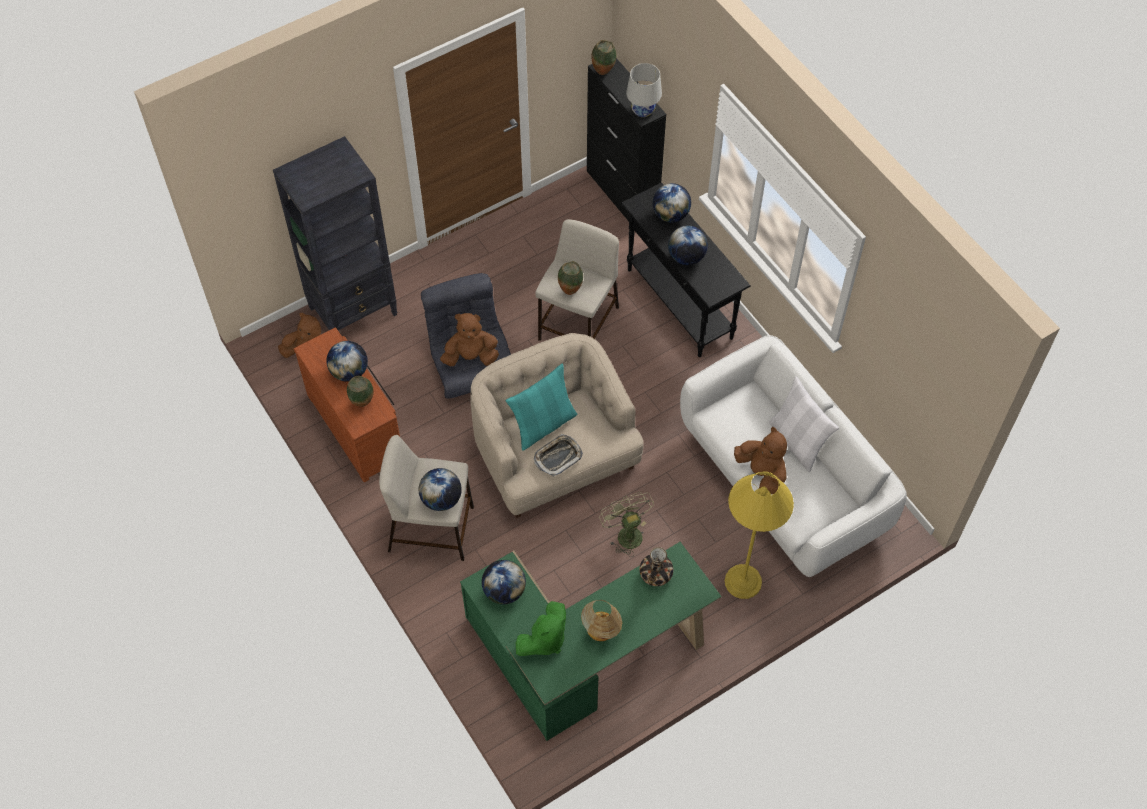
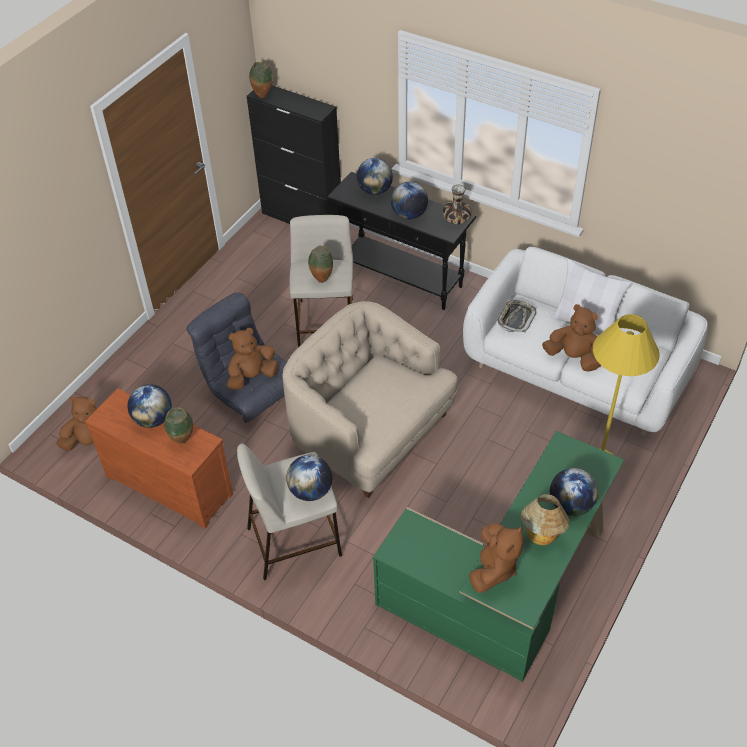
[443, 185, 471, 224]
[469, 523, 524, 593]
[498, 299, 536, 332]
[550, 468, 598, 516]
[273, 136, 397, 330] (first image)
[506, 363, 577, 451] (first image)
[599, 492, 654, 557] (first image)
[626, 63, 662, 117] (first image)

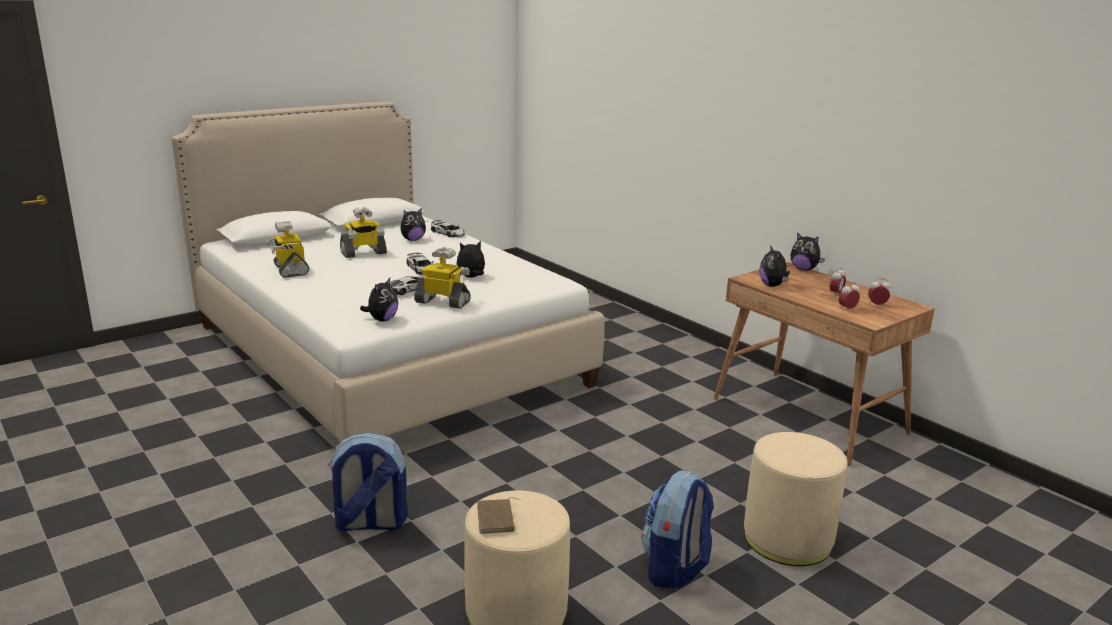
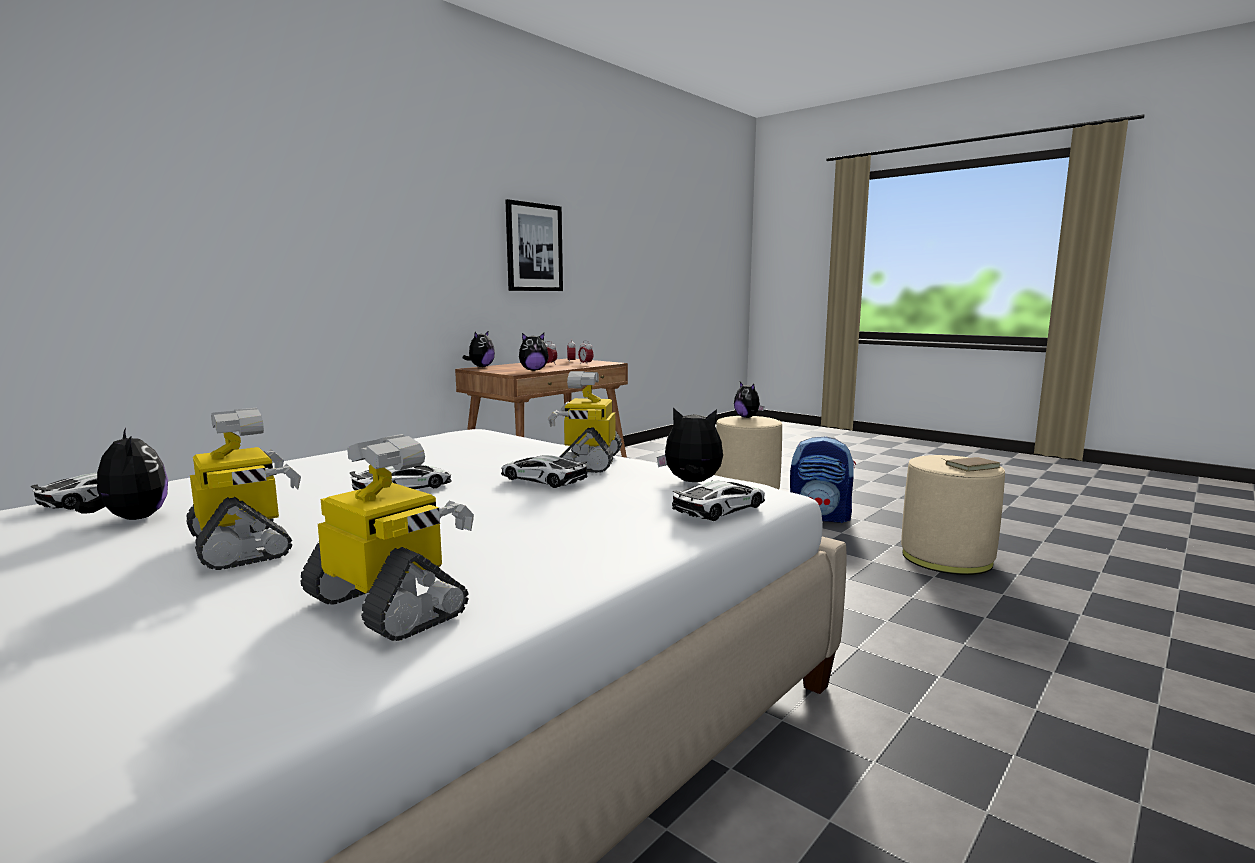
[300, 434, 474, 641]
[505, 199, 563, 291]
[672, 480, 765, 521]
[734, 382, 764, 418]
[328, 433, 408, 531] (first image)

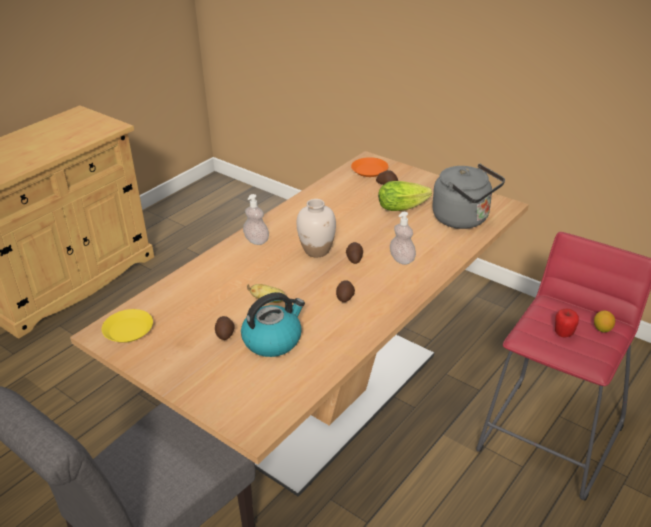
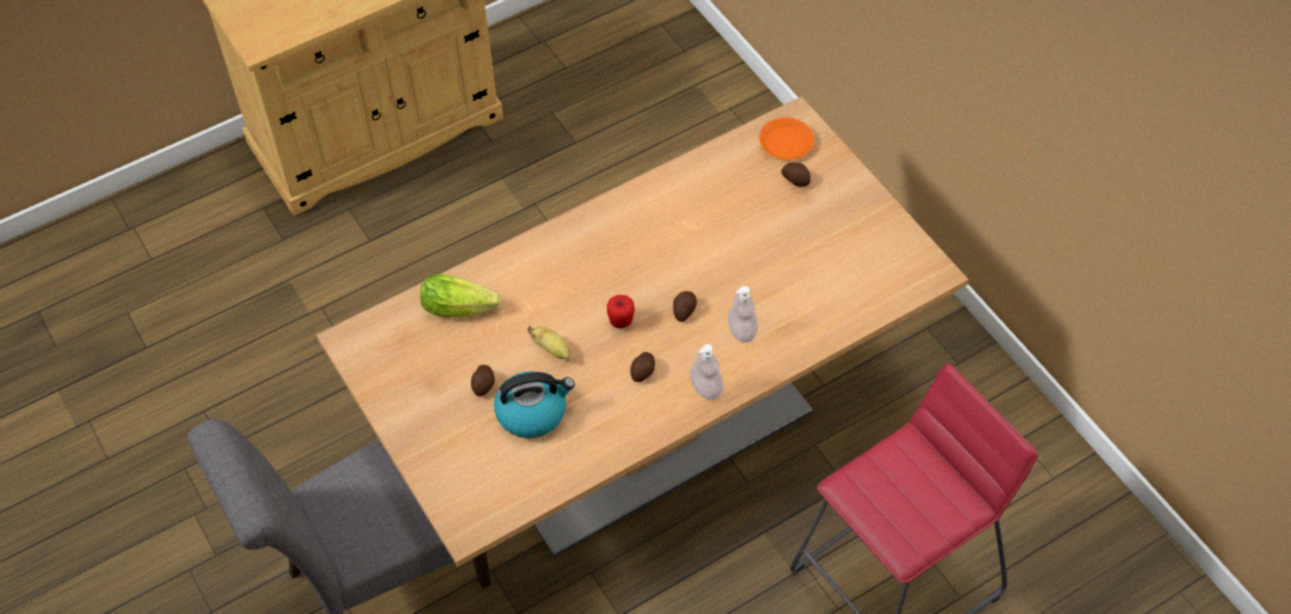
[420, 274, 500, 318]
[607, 295, 635, 328]
[690, 344, 723, 400]
[102, 309, 153, 343] (first image)
[297, 199, 336, 257] (first image)
[432, 164, 505, 229] (first image)
[594, 310, 615, 332] (first image)

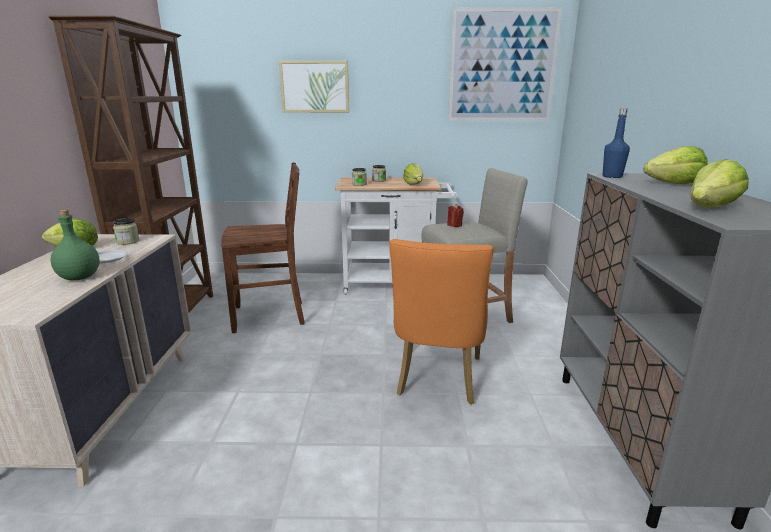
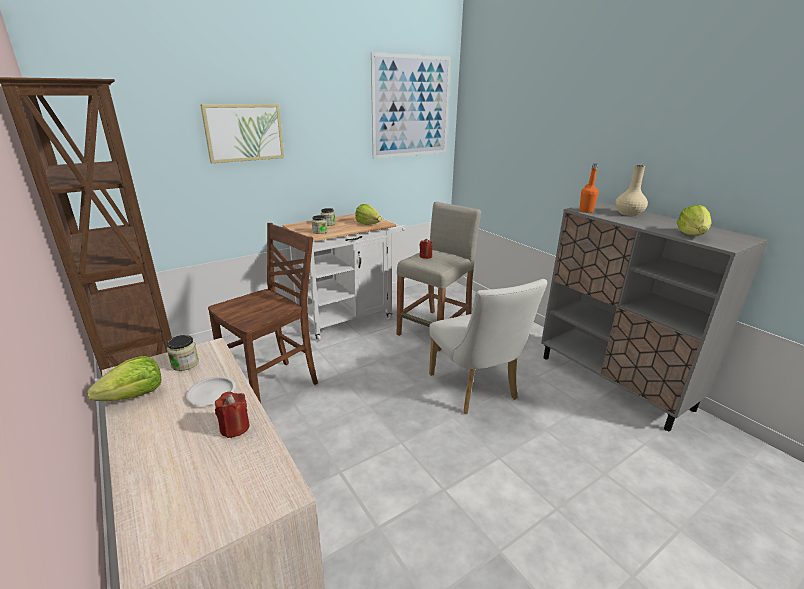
[215, 392, 250, 438]
[429, 279, 547, 414]
[579, 163, 599, 213]
[615, 165, 648, 216]

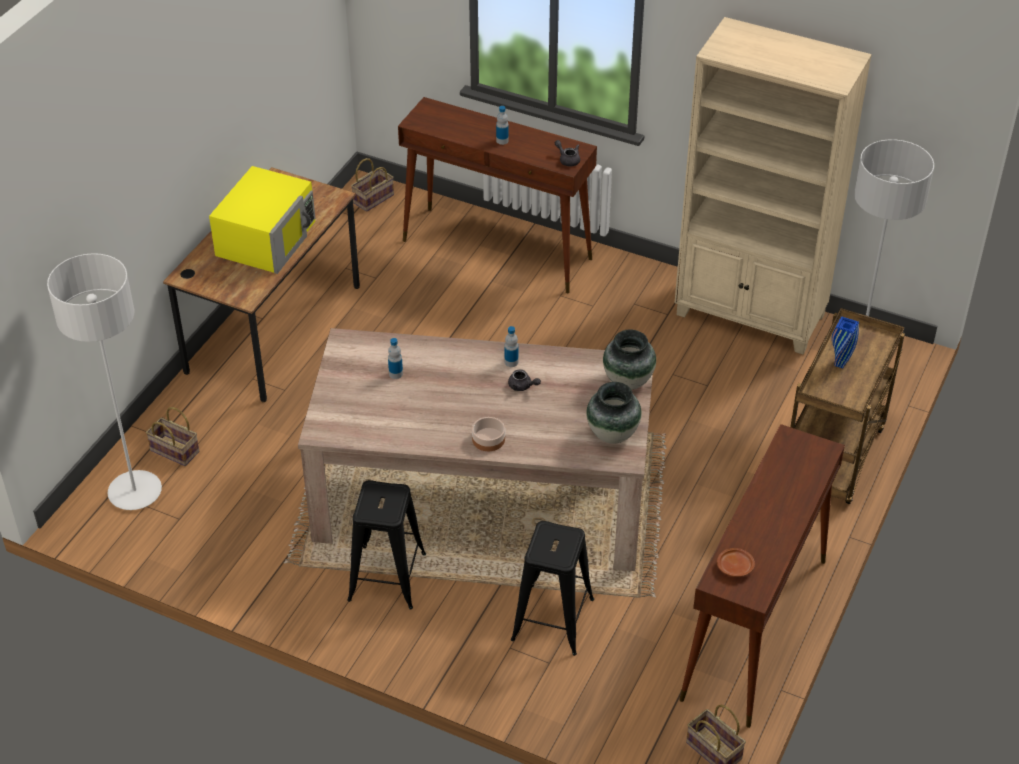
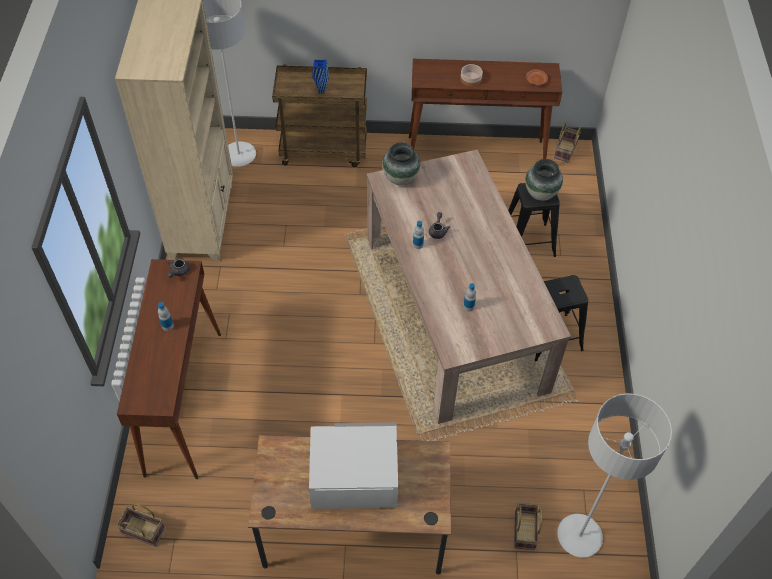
[309, 423, 398, 509]
[460, 64, 483, 87]
[525, 159, 563, 201]

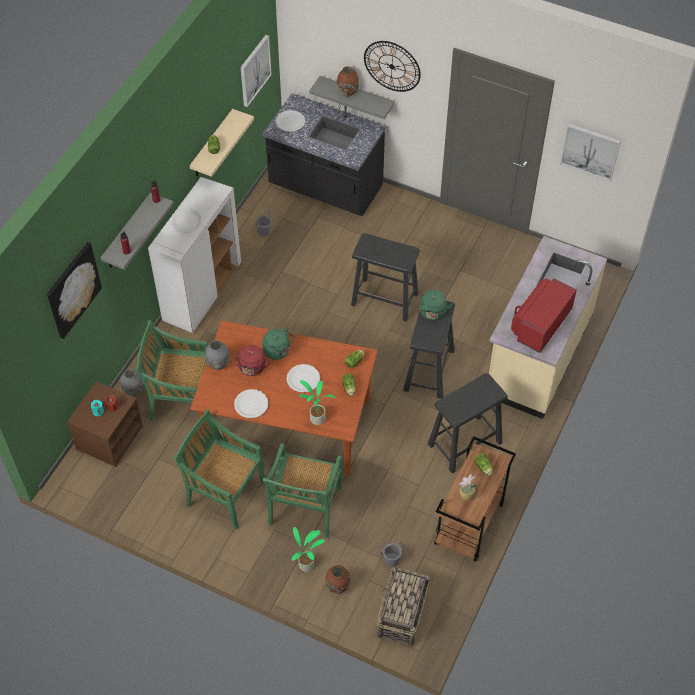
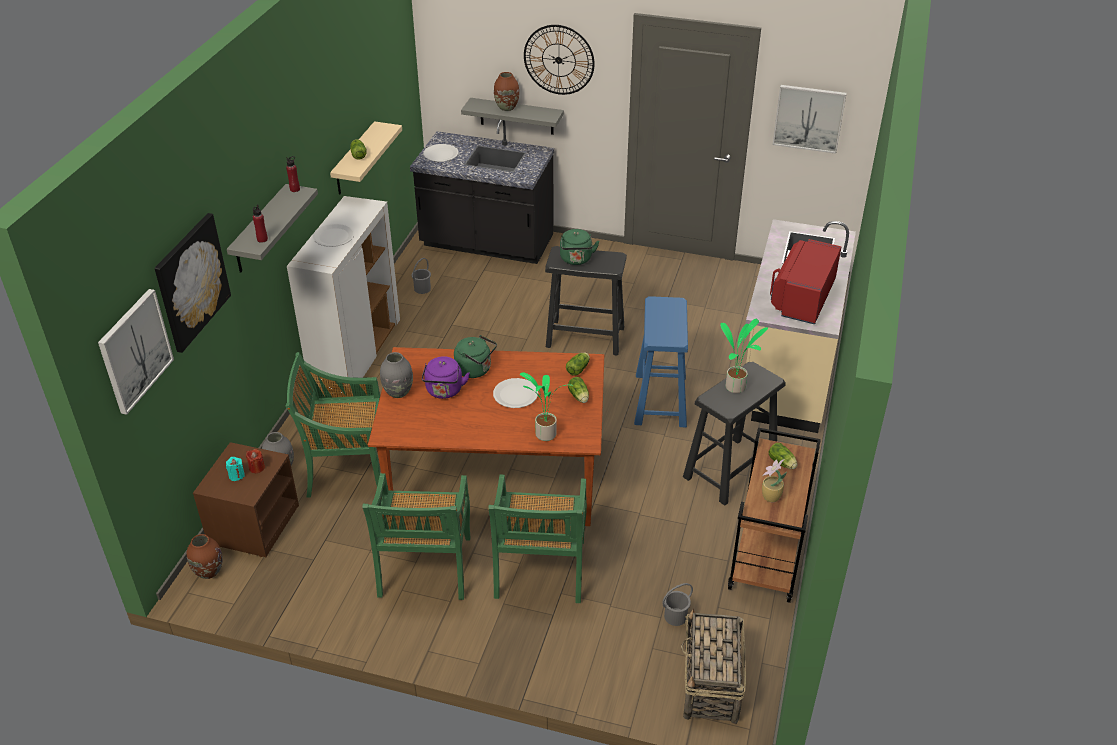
[98, 289, 174, 415]
[187, 534, 223, 579]
[362, 473, 471, 600]
[422, 356, 470, 399]
[560, 229, 600, 265]
[634, 296, 688, 427]
[720, 319, 768, 393]
[234, 389, 268, 418] (first image)

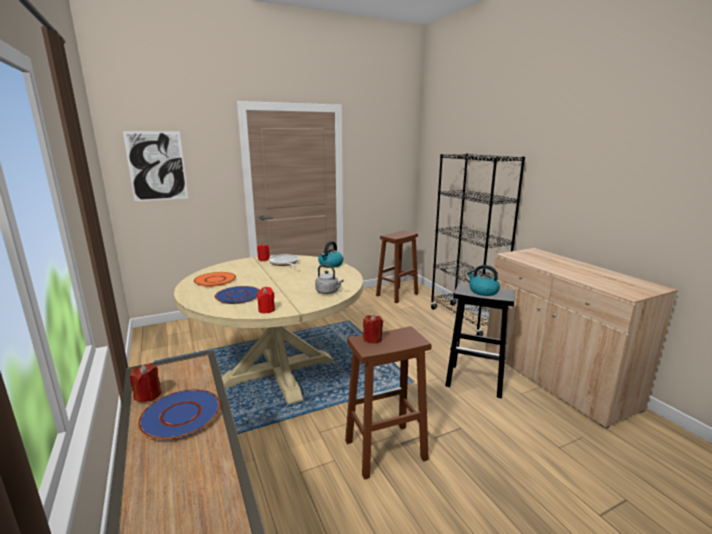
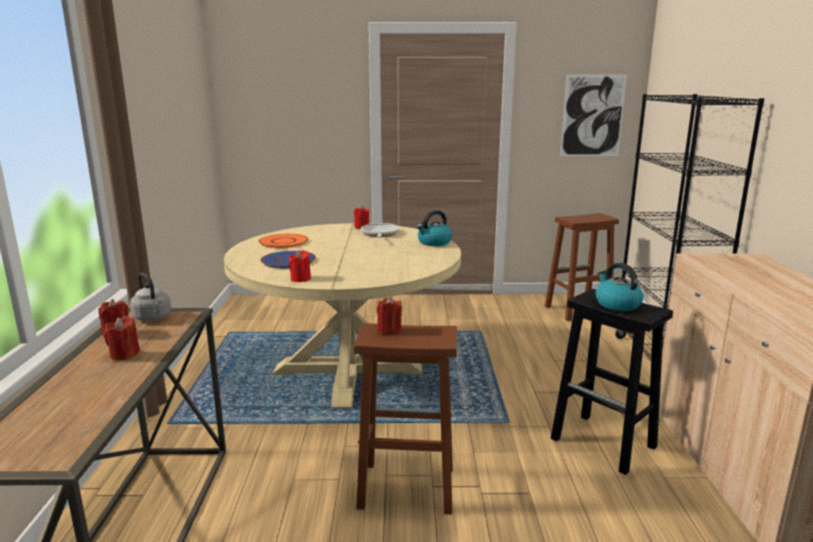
[104, 316, 140, 360]
[130, 273, 171, 321]
[560, 74, 627, 156]

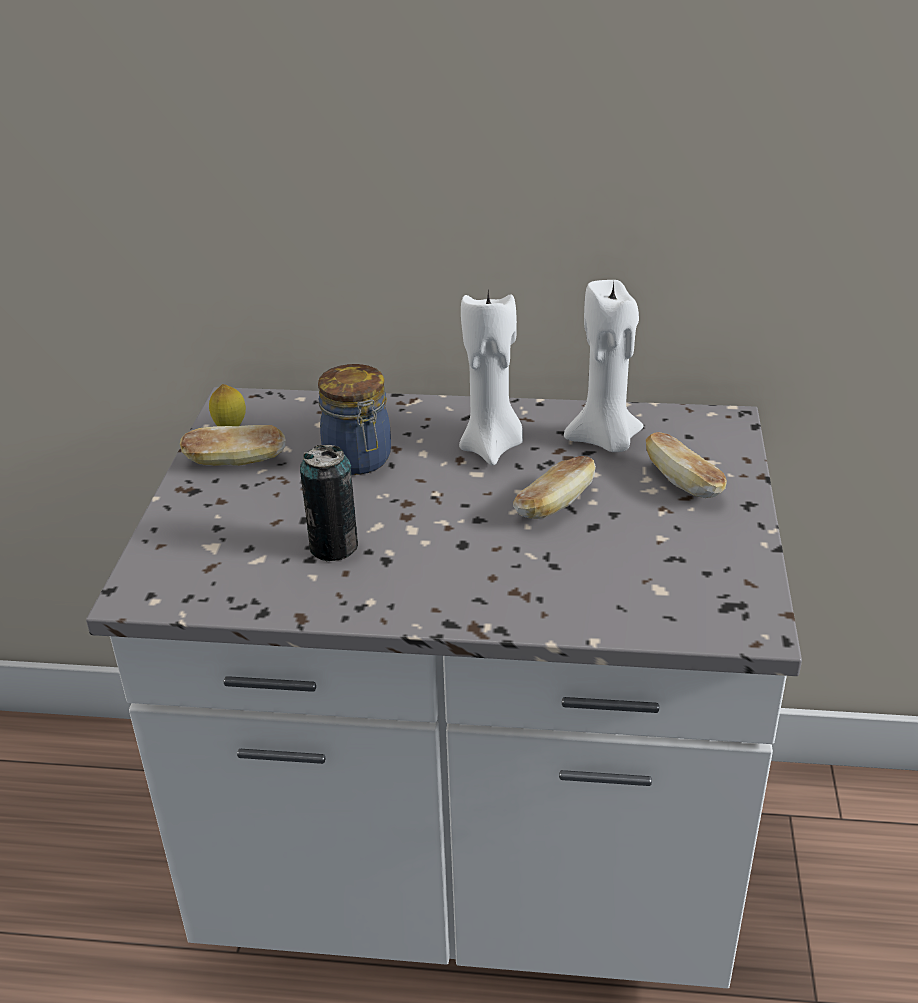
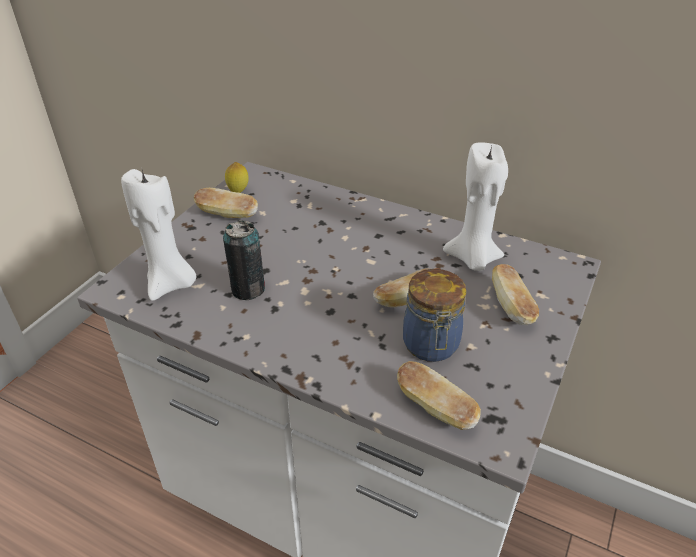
[121, 169, 196, 301]
[397, 361, 481, 430]
[403, 269, 466, 362]

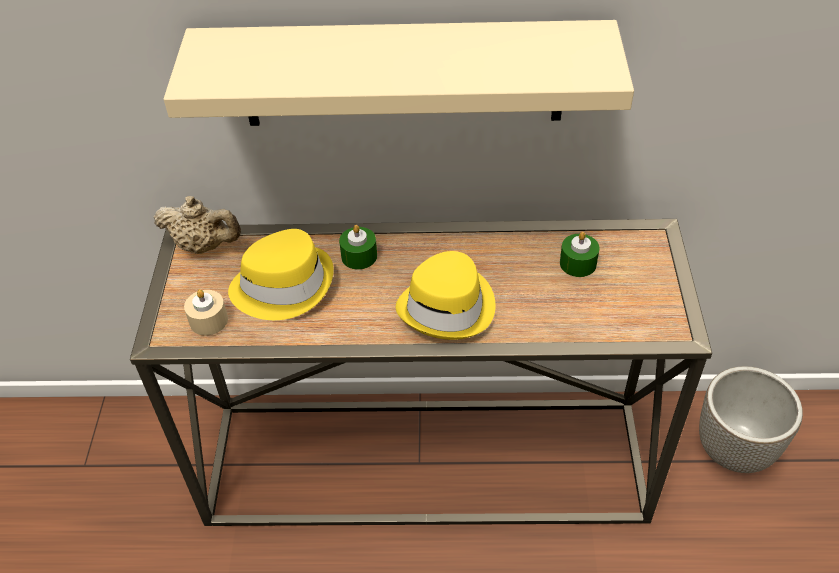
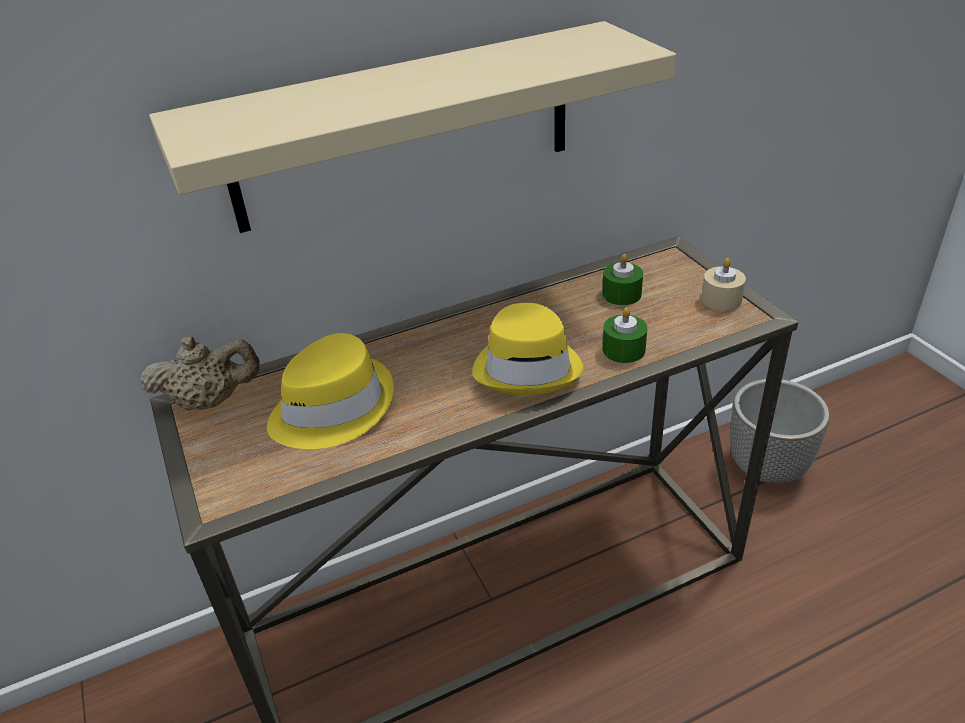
[603, 307, 647, 363]
[701, 258, 746, 311]

